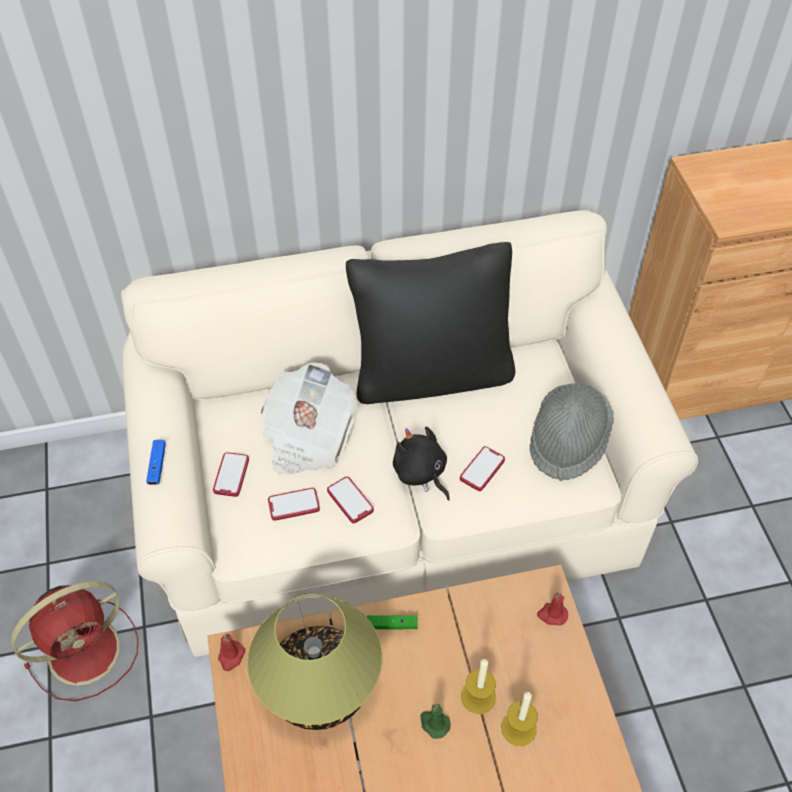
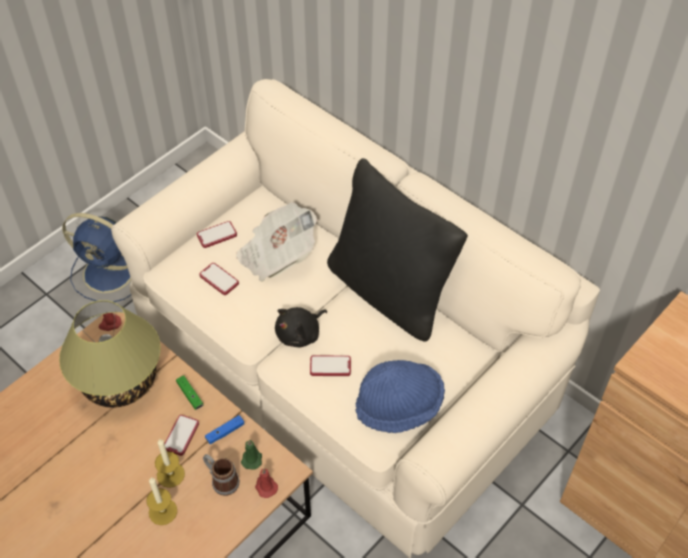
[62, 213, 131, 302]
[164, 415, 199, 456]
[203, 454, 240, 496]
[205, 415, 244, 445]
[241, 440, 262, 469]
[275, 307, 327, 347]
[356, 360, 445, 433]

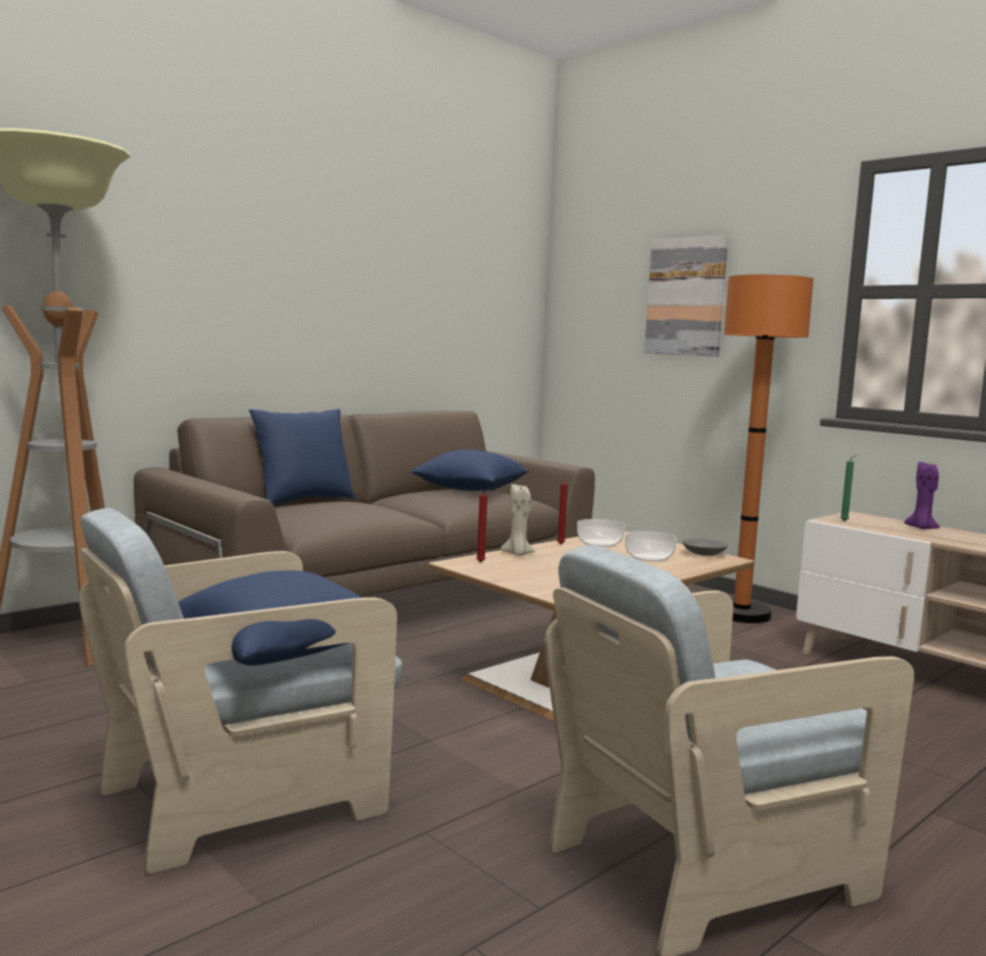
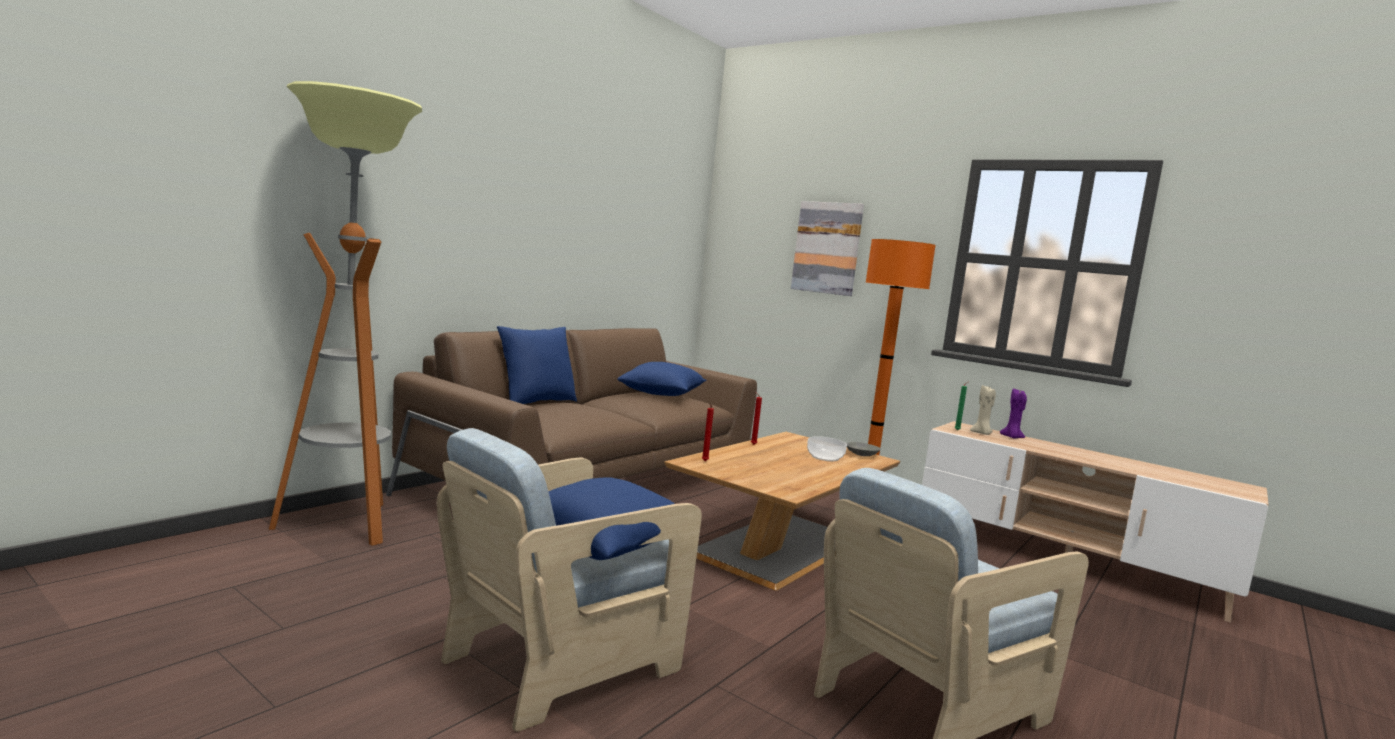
[970, 385, 996, 435]
[577, 519, 625, 547] (first image)

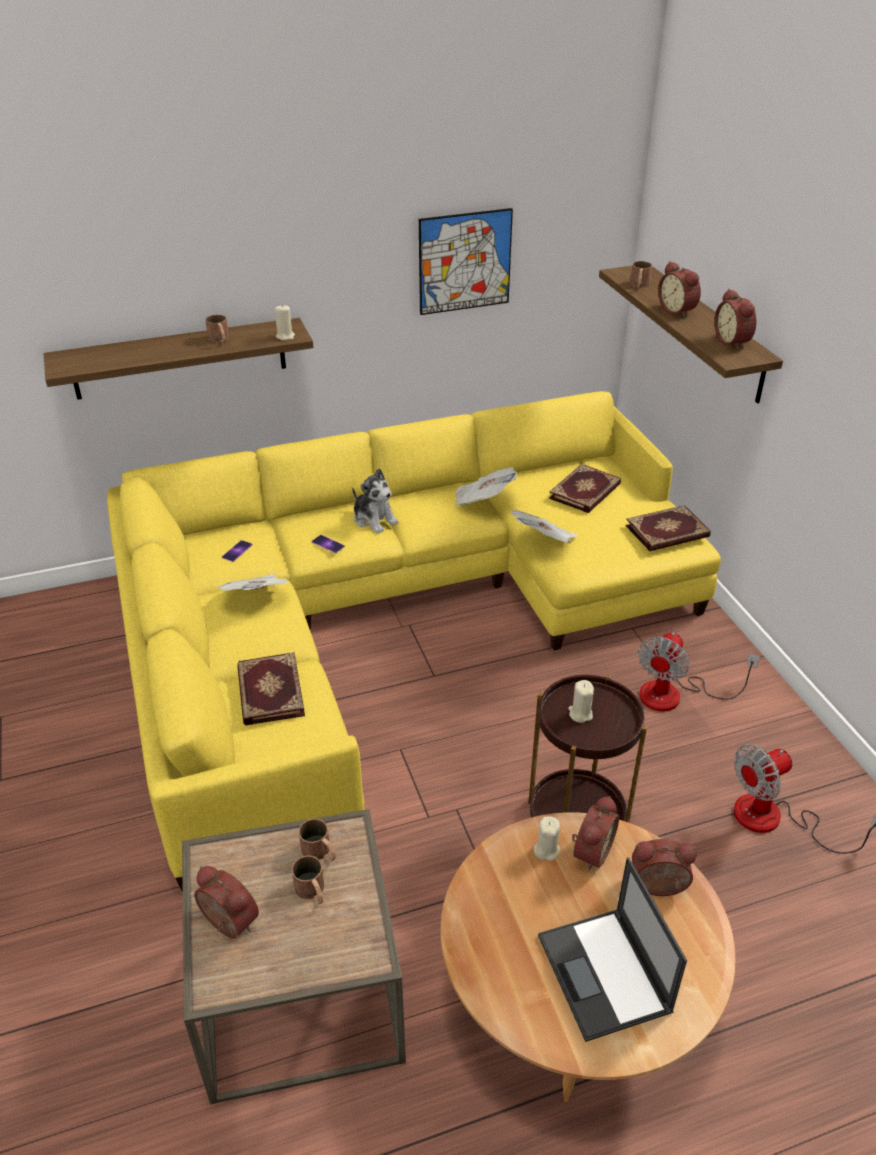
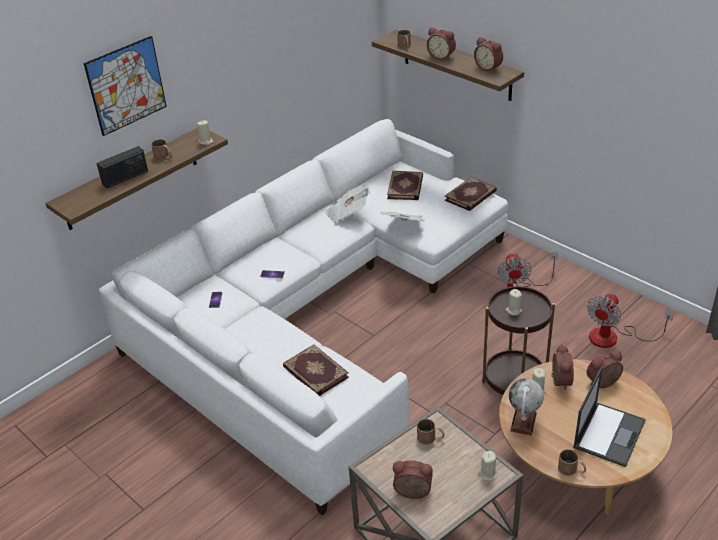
[84, 36, 167, 136]
[96, 146, 148, 188]
[98, 119, 508, 515]
[478, 451, 497, 481]
[509, 378, 544, 435]
[558, 449, 586, 476]
[573, 367, 646, 467]
[218, 574, 290, 591] (first image)
[352, 468, 399, 534] (first image)

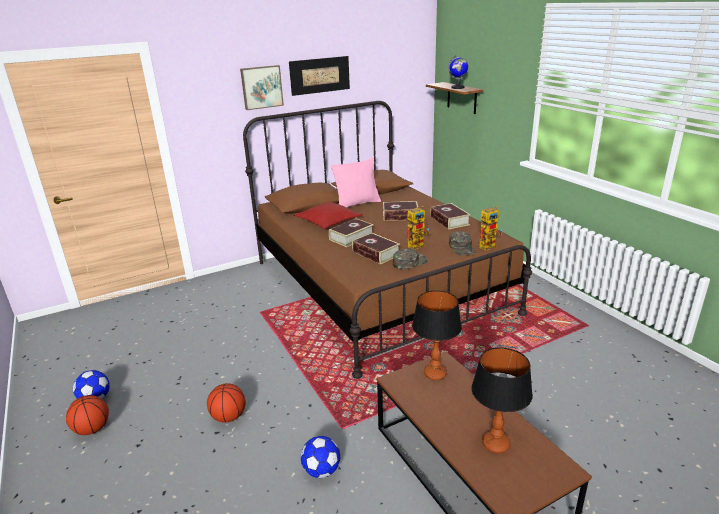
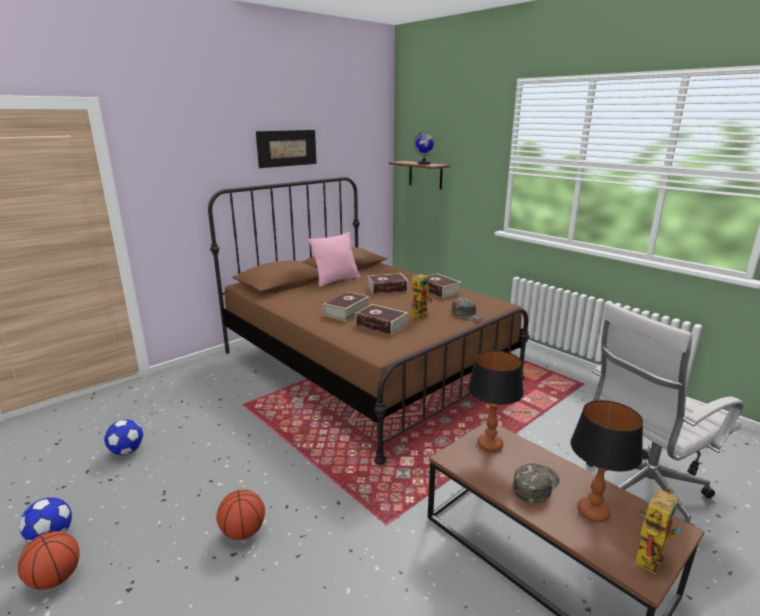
[104, 420, 143, 455]
[513, 463, 560, 503]
[586, 302, 743, 525]
[635, 486, 680, 575]
[240, 65, 284, 110] (first image)
[294, 202, 362, 229] (first image)

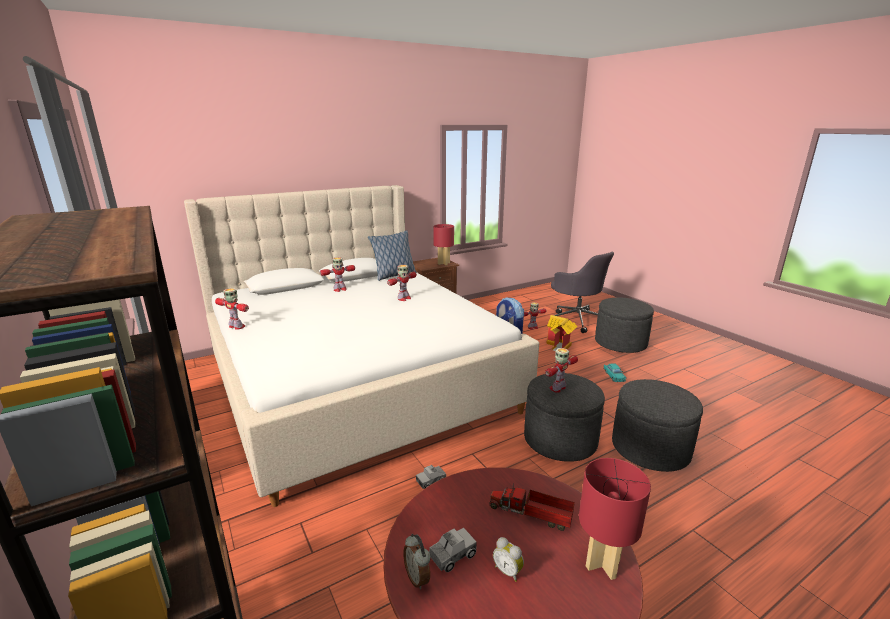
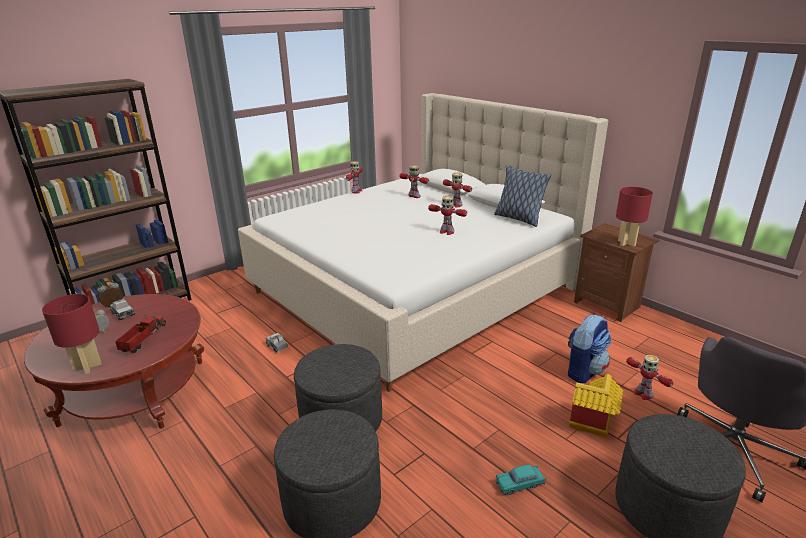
[399, 165, 429, 198]

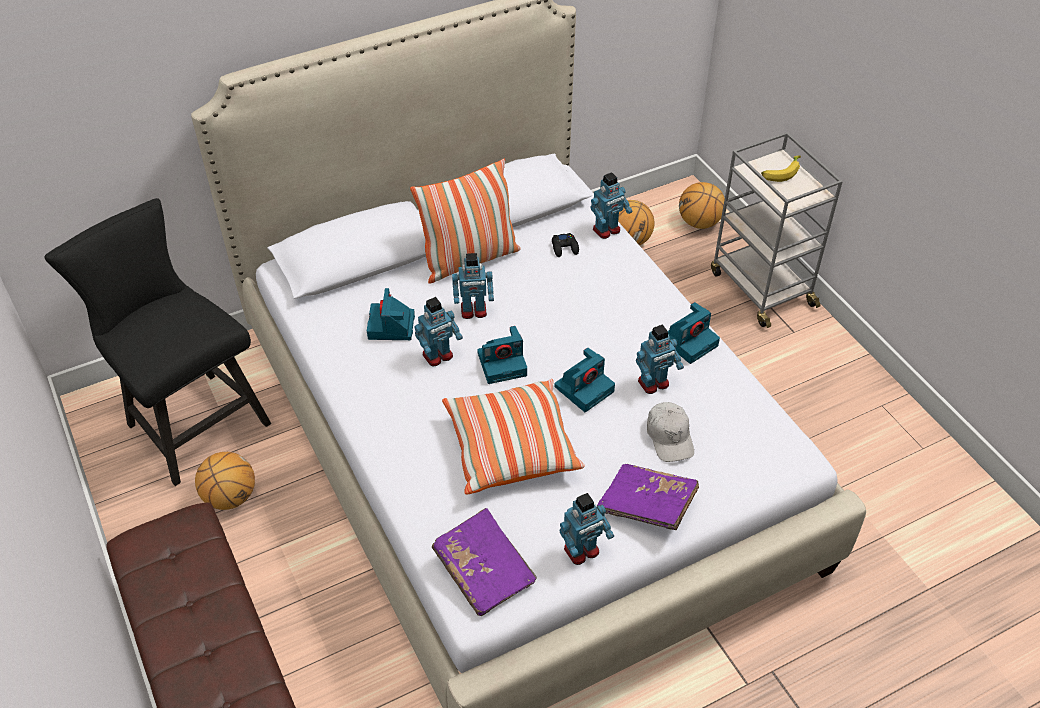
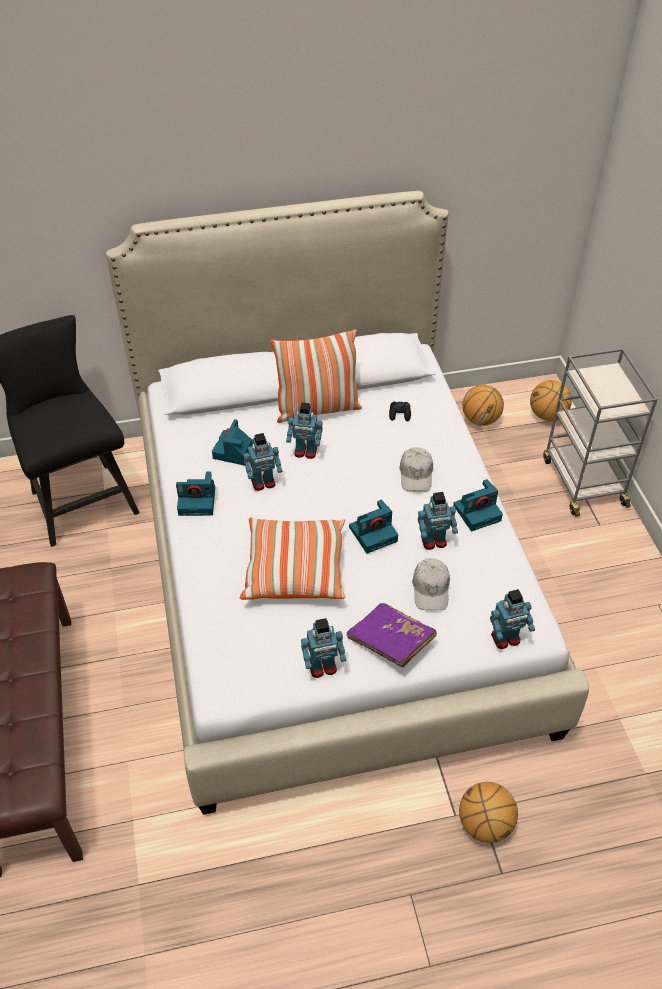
[176, 471, 215, 516]
[399, 447, 433, 491]
[459, 782, 518, 843]
[490, 589, 535, 649]
[432, 508, 537, 616] (first image)
[761, 155, 801, 182] (first image)

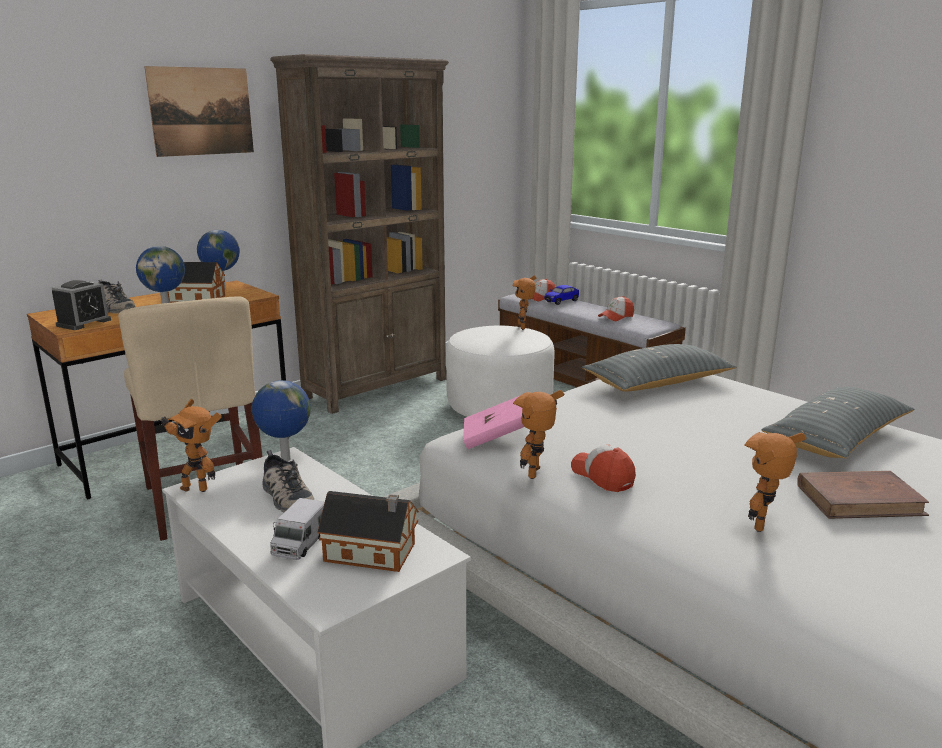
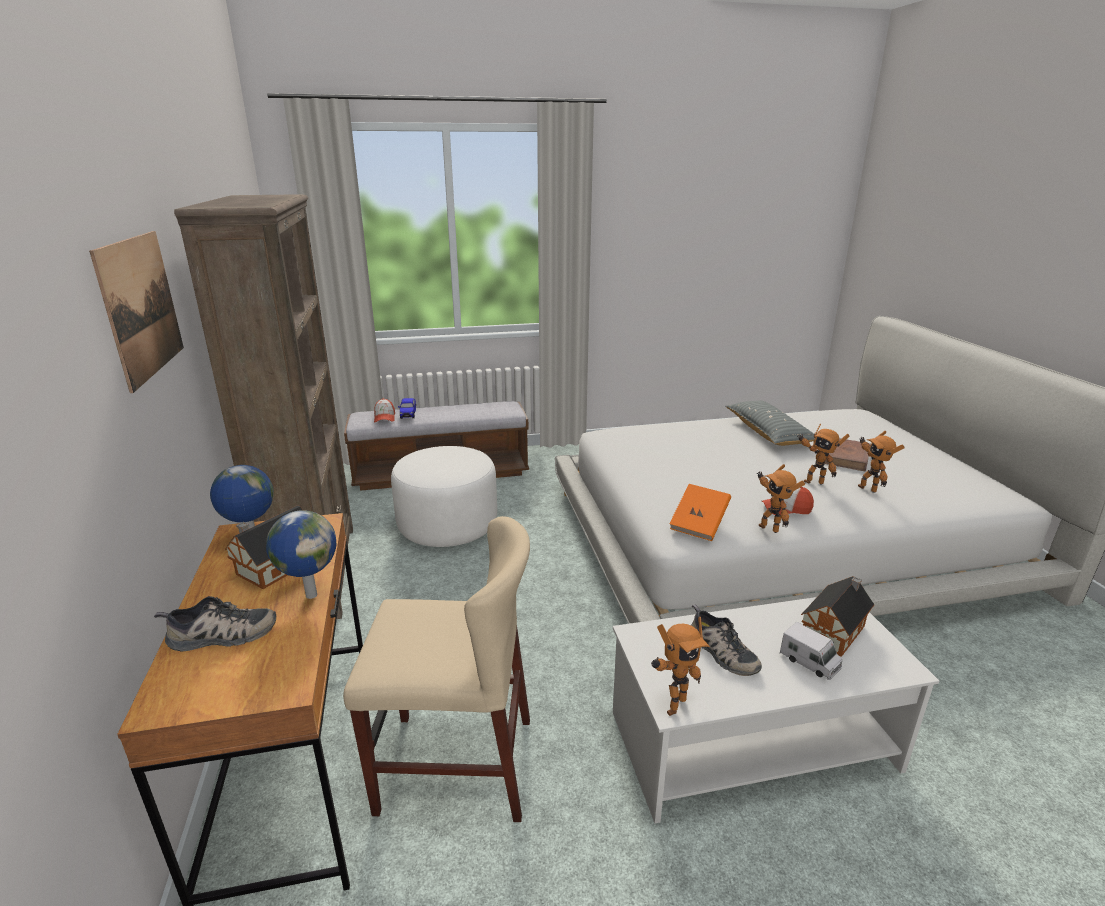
[669, 484, 731, 541]
[691, 604, 762, 676]
[797, 423, 849, 484]
[52, 280, 111, 330] (first image)
[252, 380, 311, 461] (first image)
[582, 344, 736, 392] (first image)
[598, 296, 634, 321] (first image)

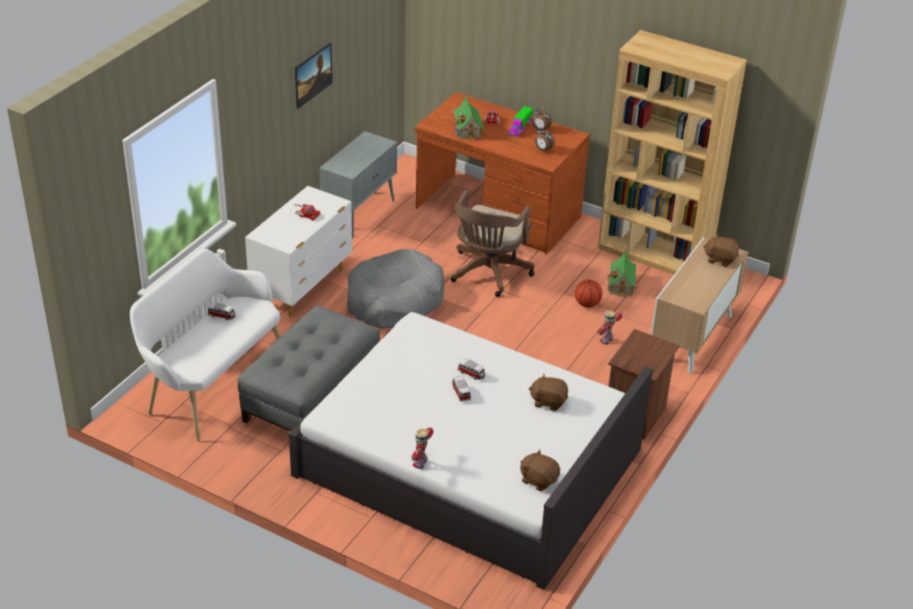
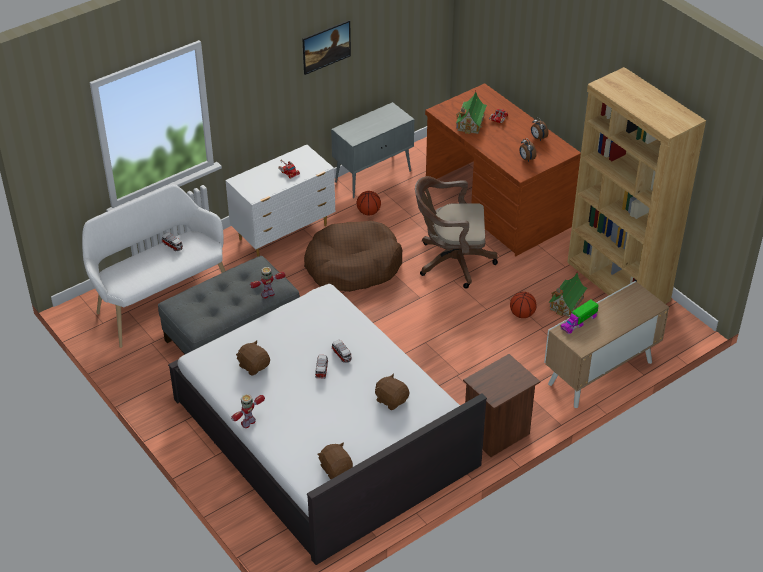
[236, 340, 270, 376]
[250, 267, 286, 298]
[304, 221, 403, 292]
[357, 191, 381, 216]
[415, 176, 498, 289]
[560, 299, 599, 334]

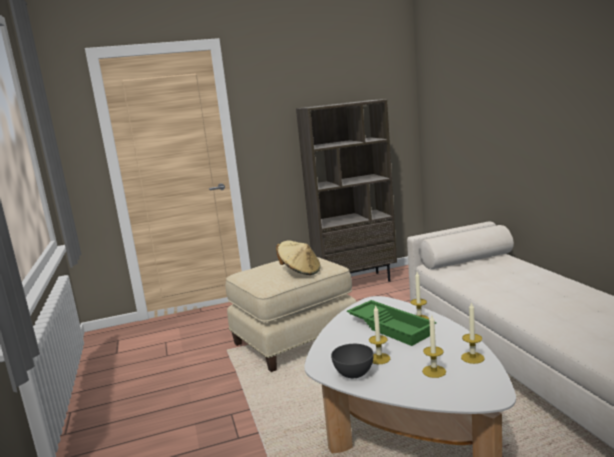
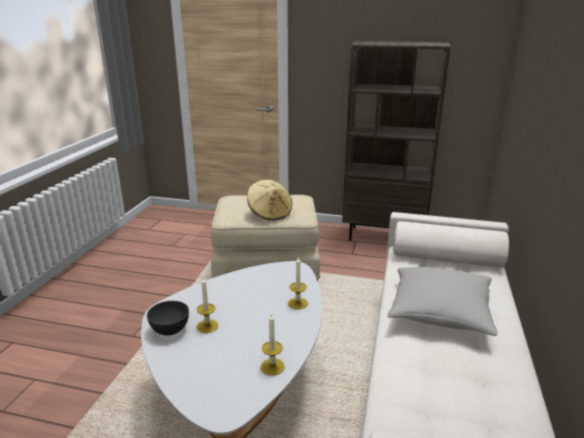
[387, 267, 497, 336]
[347, 300, 436, 346] (first image)
[422, 315, 446, 378] (first image)

